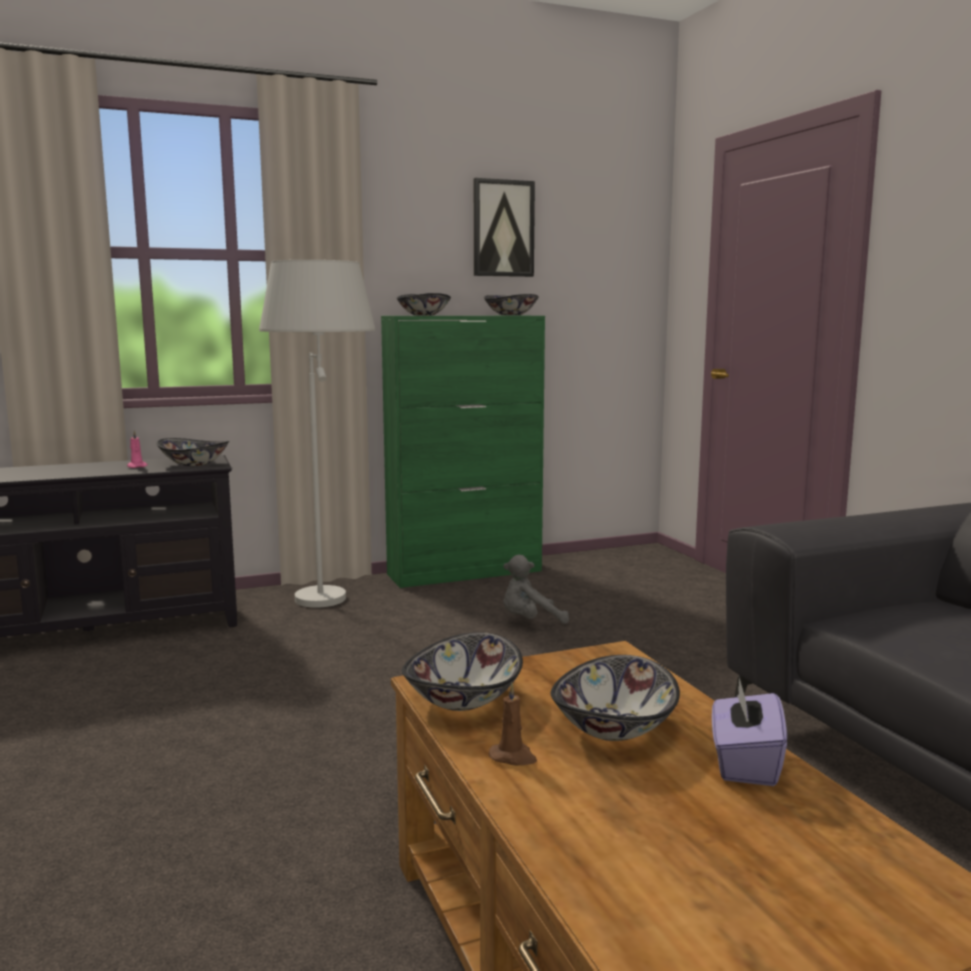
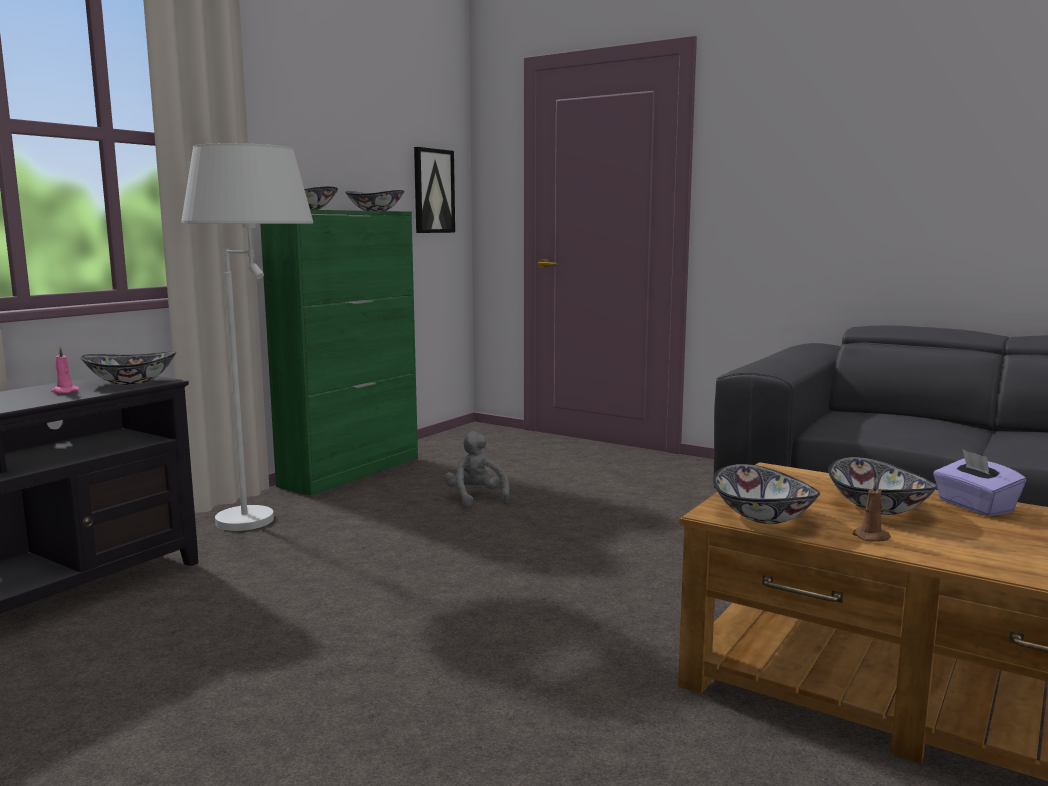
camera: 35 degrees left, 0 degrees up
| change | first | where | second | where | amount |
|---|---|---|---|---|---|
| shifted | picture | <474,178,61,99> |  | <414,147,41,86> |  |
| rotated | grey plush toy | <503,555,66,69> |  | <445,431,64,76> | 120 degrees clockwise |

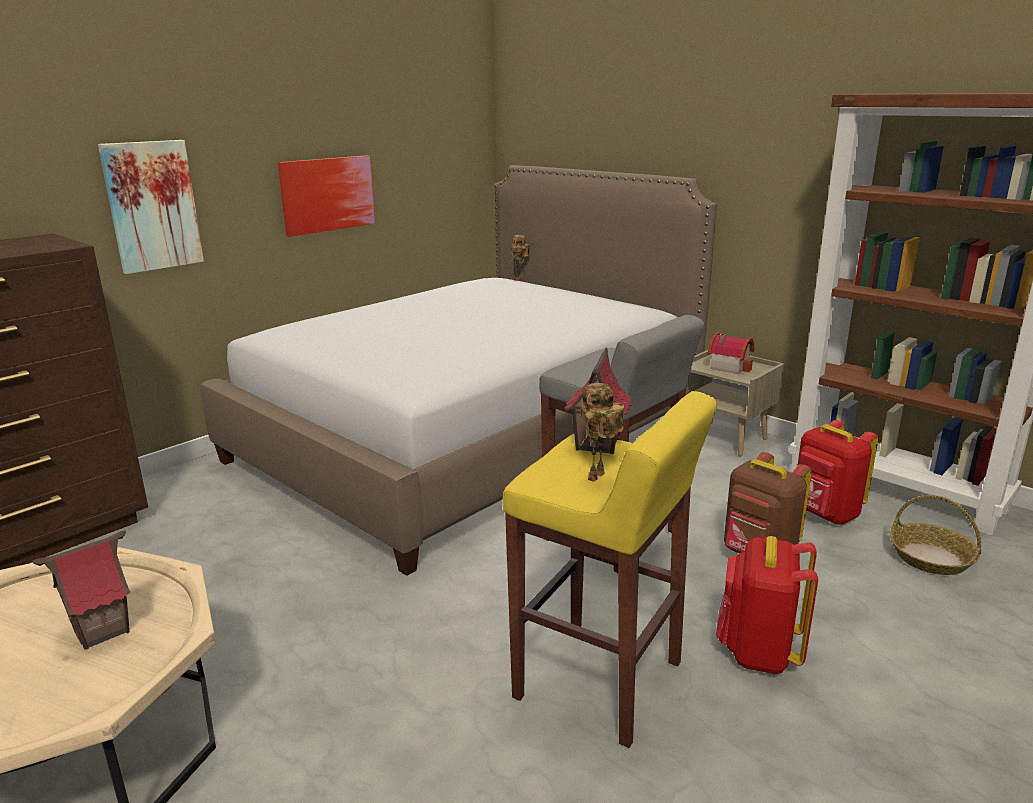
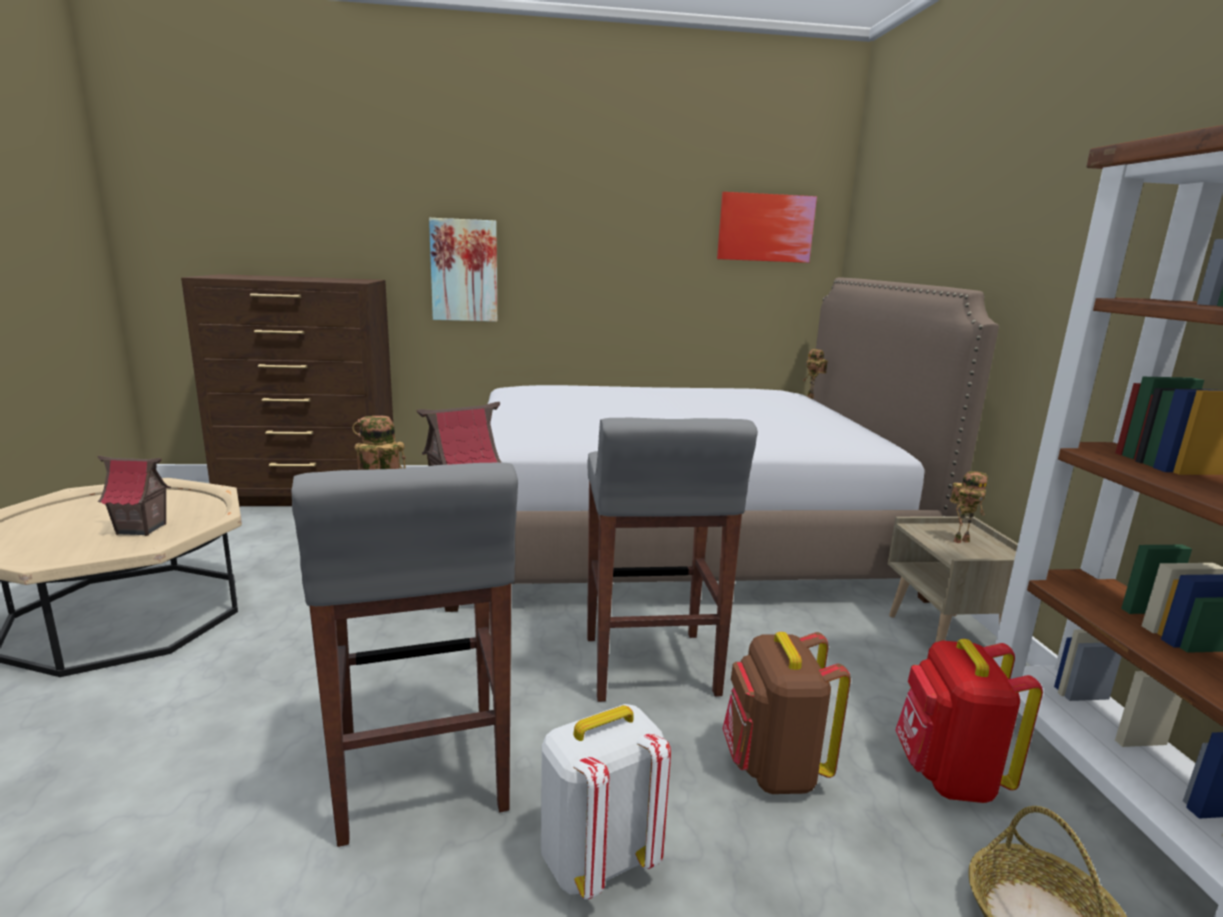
camera: 40 degrees right, 5 degrees down
| change | first | where | second | where | amount |
|---|---|---|---|---|---|
| shifted | picture | <278,155,97,82> |  | <717,192,100,71> |  |
| repainted | yellow stool | <503,391,214,357> | grey stool | <291,462,227,385> |  |
| swapped | toy house | <708,333,46,41> | toy robot | <950,471,38,72> |  |
| repainted | red backpack | <716,536,102,138> | white backpack | <541,704,130,195> |  |

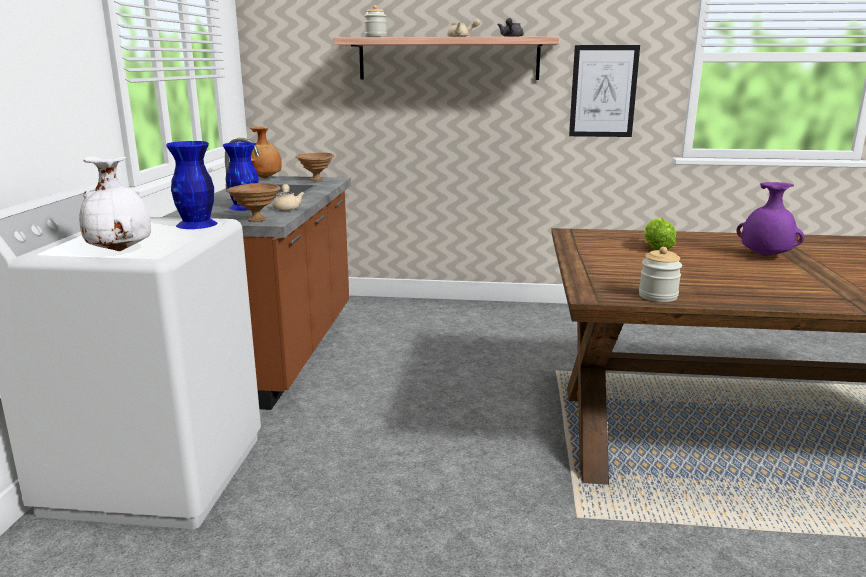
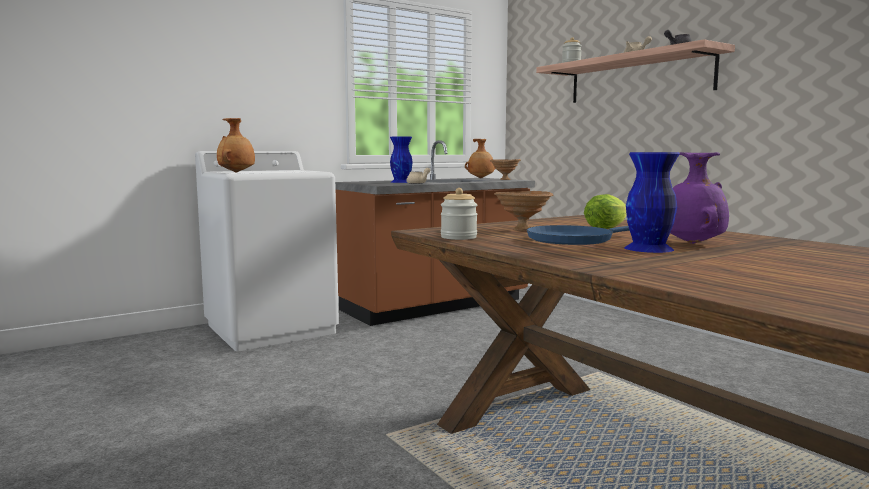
camera: 50 degrees right, 10 degrees down
| change | first | where | second | where | amount |
|---|---|---|---|---|---|
| repainted | white vase | <79,157,72,94> | brown vase | <217,118,38,54> |  |
| shifted | blue vase | <166,141,52,88> |  | <624,152,56,101> |  |
| shifted | brown bowl | <226,183,55,39> |  | <494,191,59,40> |  |
| gone | picture | <569,45,71,92> |  |  |  |
| new |  |  | blue frying pan | <527,225,103,20> |  |

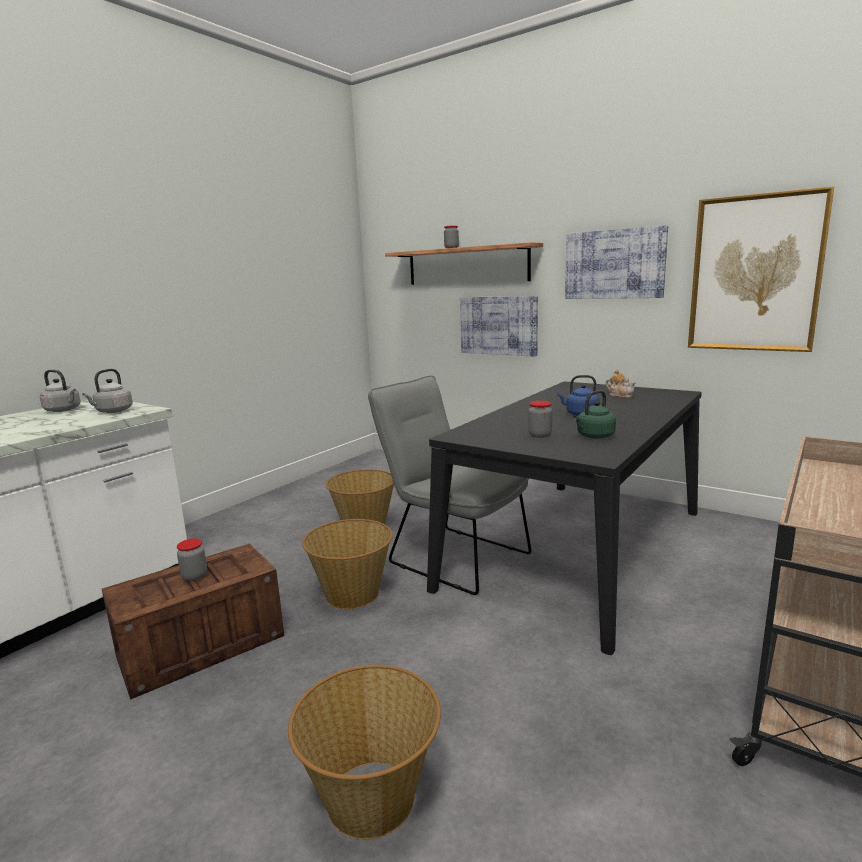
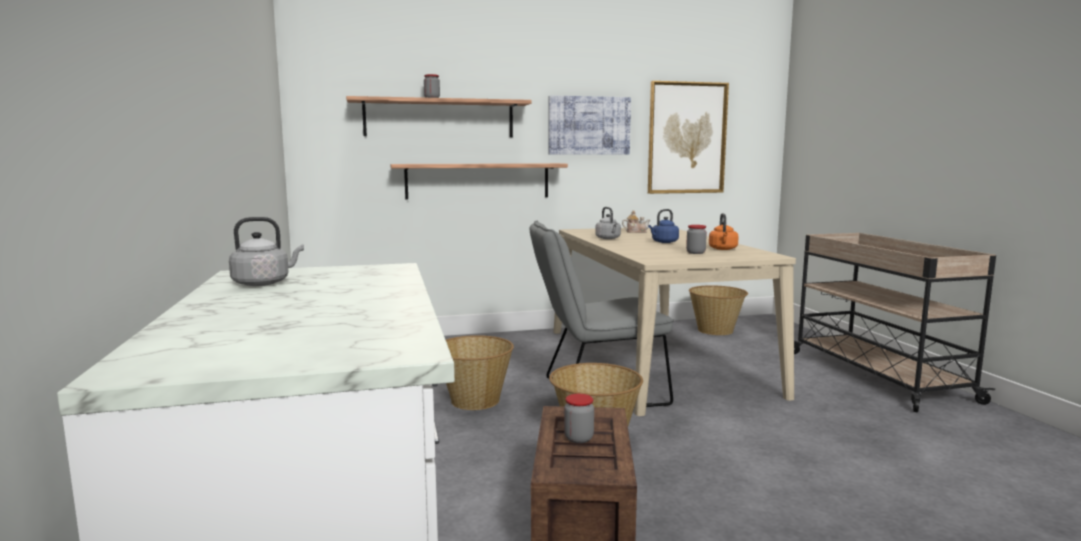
camera: 50 degrees left, 5 degrees down
| change | first | where | second | where | amount |
|---|---|---|---|---|---|
| shifted | grey kettle | <82,369,51,44> |  | <595,207,26,32> |  |
| shifted | basket | <288,665,153,175> |  | <689,285,59,50> |  |
| repainted | black dining table | <427,382,275,273> | beige dining table | <553,227,243,189> |  |
| swapped | picture | <460,296,78,61> | shelf | <390,163,178,37> |  |
| repainted | green kettle | <573,390,43,48> | orange kettle | <709,213,30,37> |  |

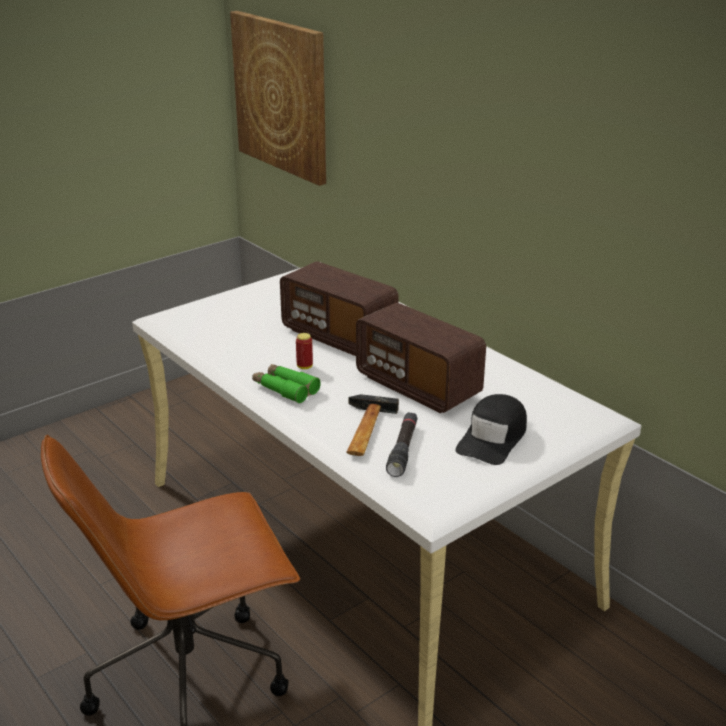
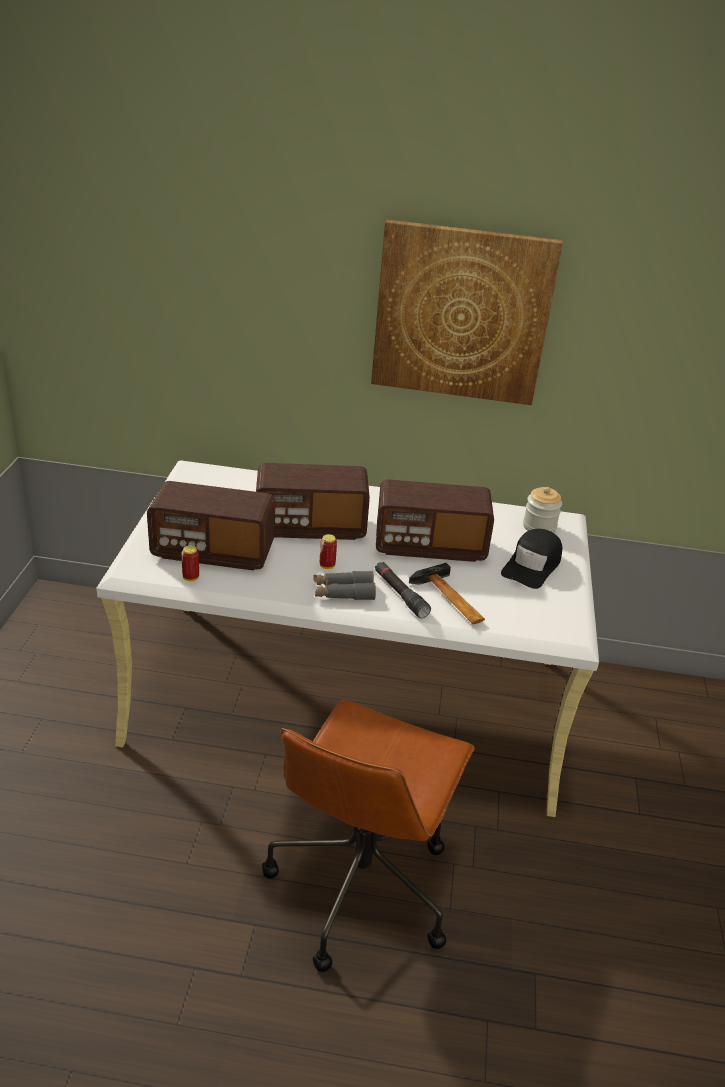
camera: 45 degrees left, 5 degrees up
| change | first | where | second | where | amount |
|---|---|---|---|---|---|
| shifted | picture | <230,11,96,175> |  | <371,220,192,185> |  |
| repainted | green binoculars | <252,364,69,39> | grey binoculars | <313,571,63,29> |  |
| shifted | black flashlight | <386,412,31,65> |  | <375,562,56,56> |  |
| rotated | black cap | <456,394,71,71> |  | <501,529,61,60> | 45 degrees clockwise |
| new |  |  | radio | <147,481,128,89> |  |
| new |  |  | can | <181,545,18,36> |  |
| new |  |  | jar | <523,487,39,46> |  |

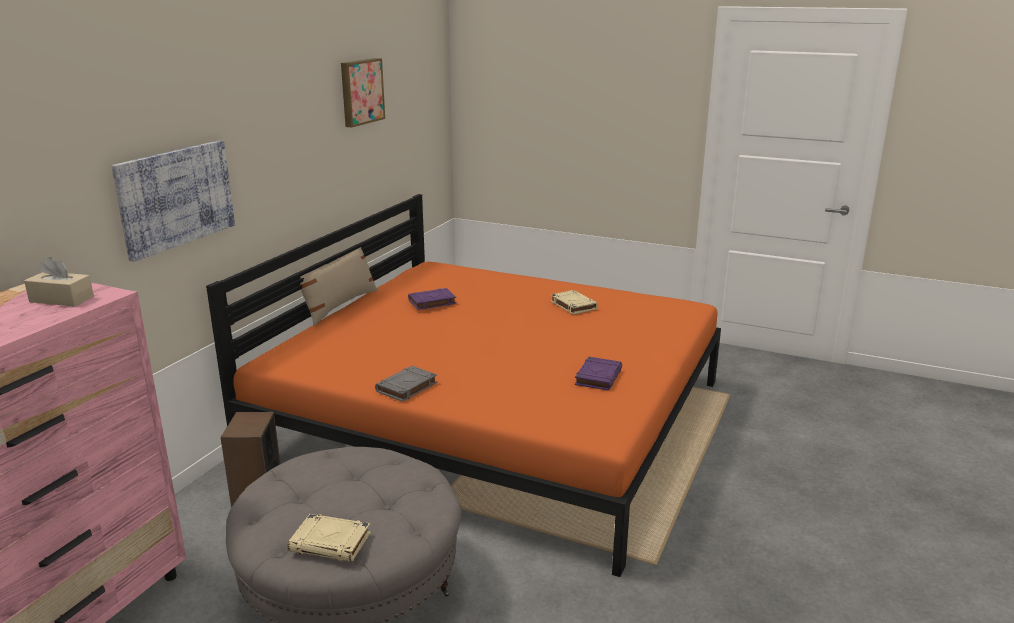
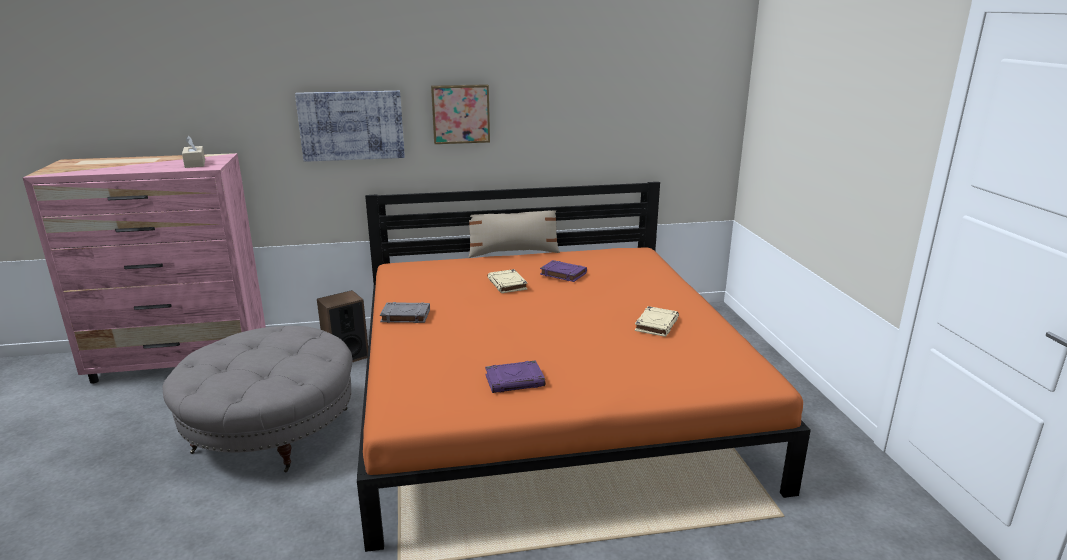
camera: 55 degrees right, 0 degrees up
| change | first | where | second | where | amount |
|---|---|---|---|---|---|
| shifted | beige book | <288,514,83,48> |  | <488,269,40,24> |  |
| shifted | picture | <341,58,44,70> |  | <431,84,59,60> |  |

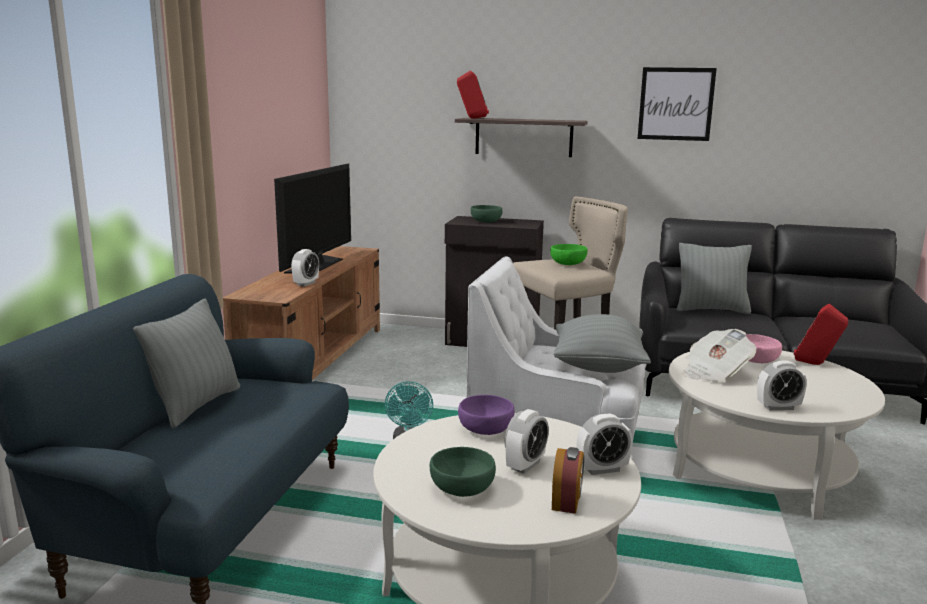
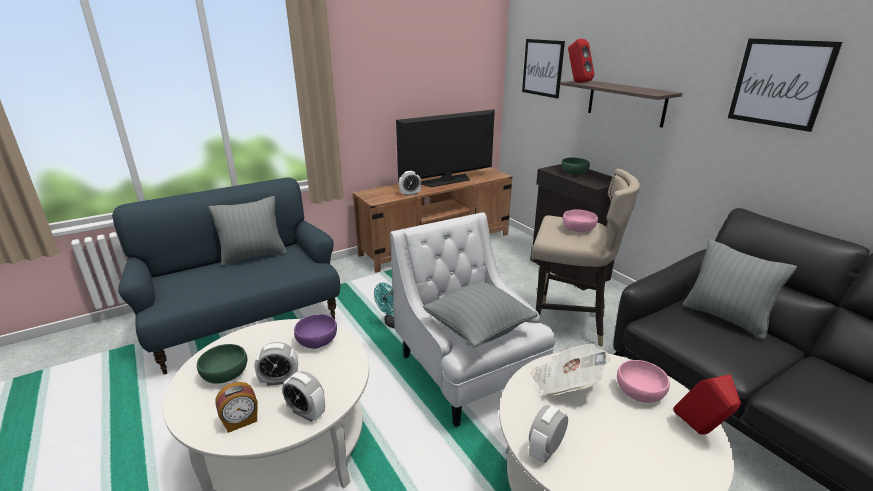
camera: 45 degrees right, 10 degrees up
| change | first | where | second | where | amount |
|---|---|---|---|---|---|
| repainted | green bowl | <550,244,38,21> | pink bowl | <563,209,35,23> |  |
| rotated | alarm clock | <757,361,50,49> |  | <529,405,39,59> | 90 degrees clockwise |
| new |  |  | picture | <522,39,43,60> |  |

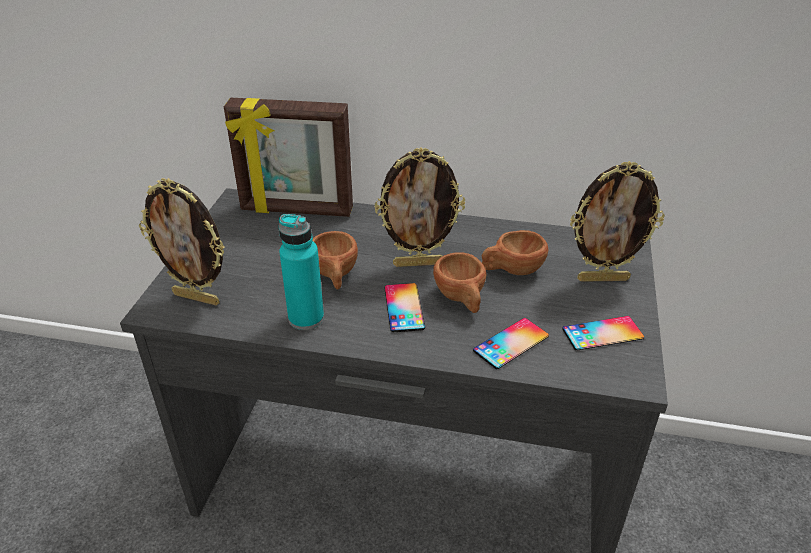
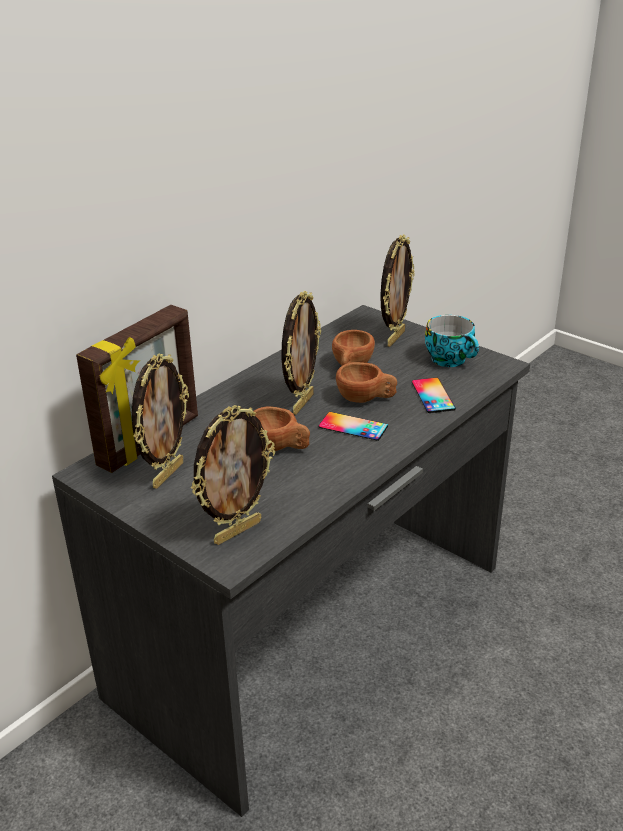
camera: 60 degrees left, 5 degrees down
| change | first | where | second | where | amount |
|---|---|---|---|---|---|
| gone | turquoise bottle | <279,214,45,116> |  |  |  |
| swapped | phone | <562,316,82,34> | cup | <425,315,54,52> |  |
| new |  |  | picture frame | <132,354,57,135> |  |

